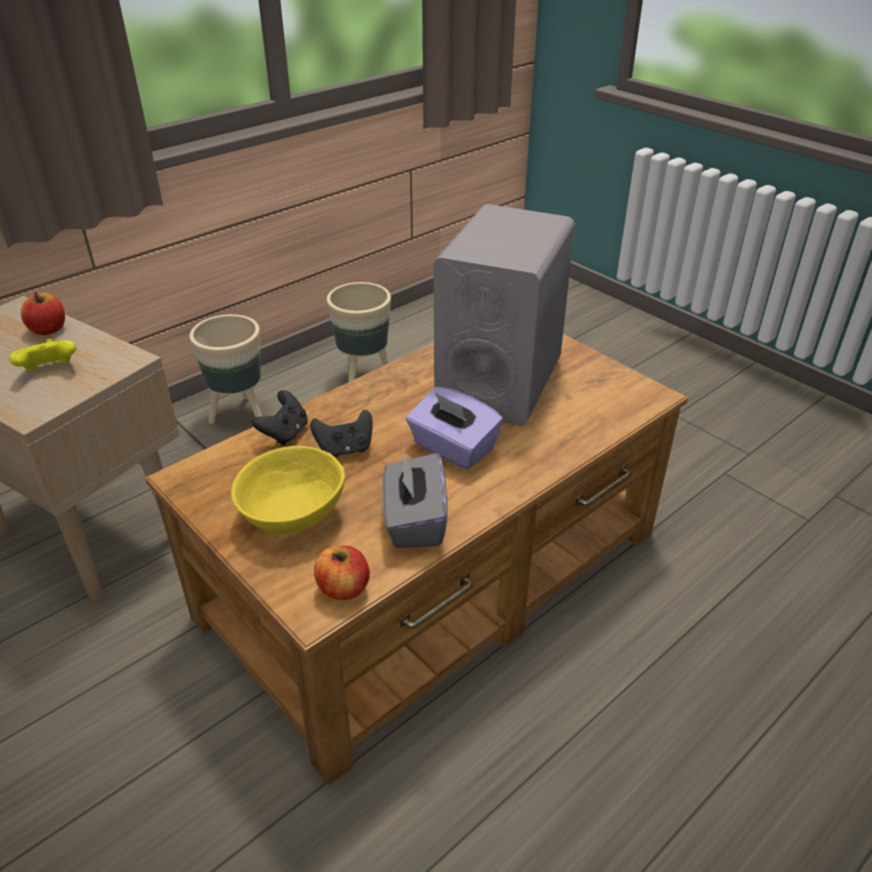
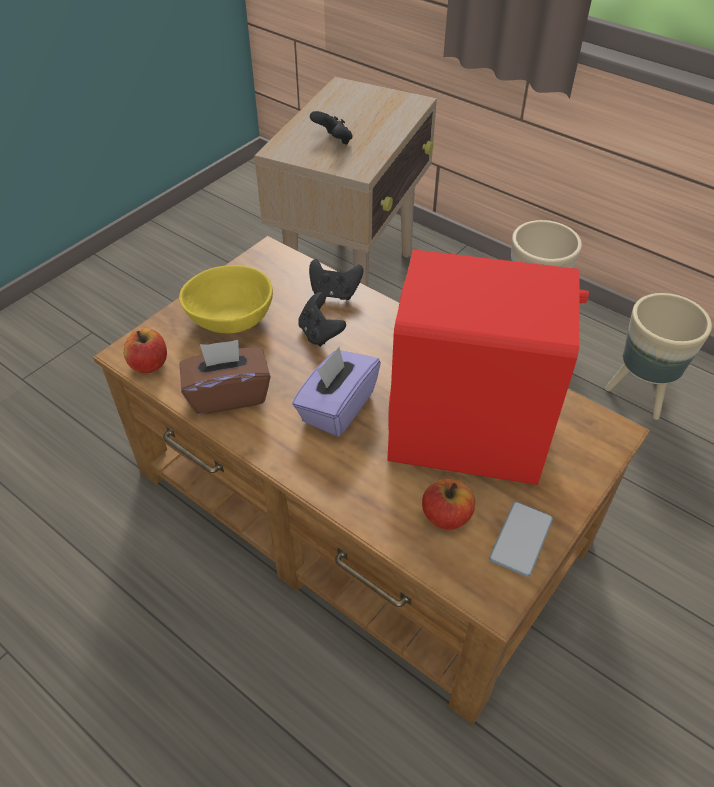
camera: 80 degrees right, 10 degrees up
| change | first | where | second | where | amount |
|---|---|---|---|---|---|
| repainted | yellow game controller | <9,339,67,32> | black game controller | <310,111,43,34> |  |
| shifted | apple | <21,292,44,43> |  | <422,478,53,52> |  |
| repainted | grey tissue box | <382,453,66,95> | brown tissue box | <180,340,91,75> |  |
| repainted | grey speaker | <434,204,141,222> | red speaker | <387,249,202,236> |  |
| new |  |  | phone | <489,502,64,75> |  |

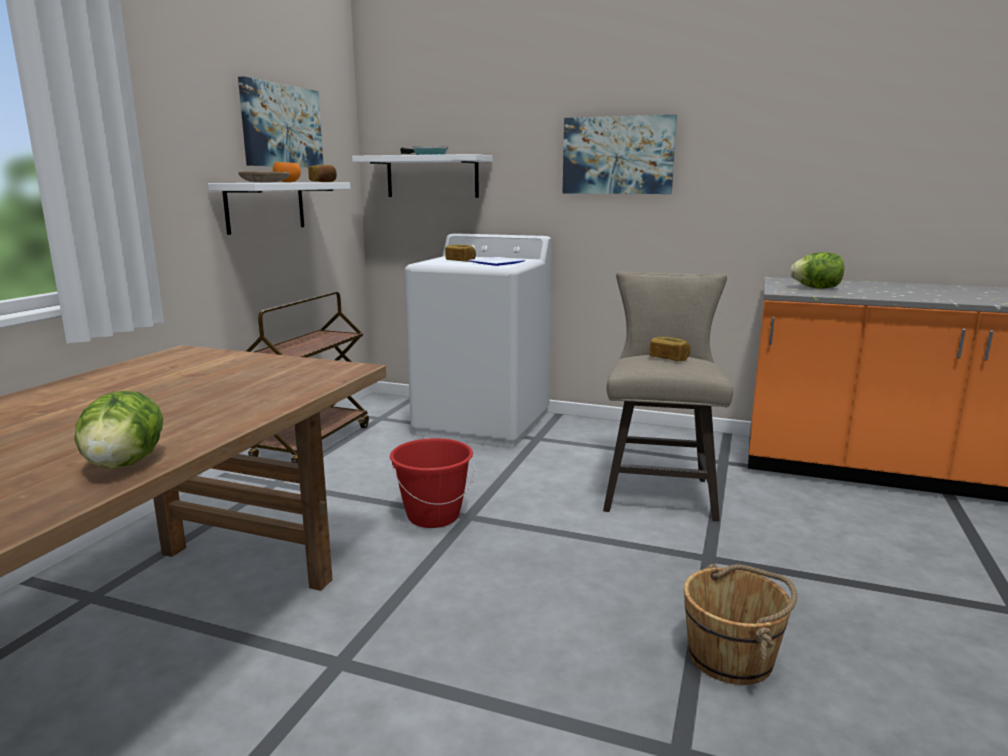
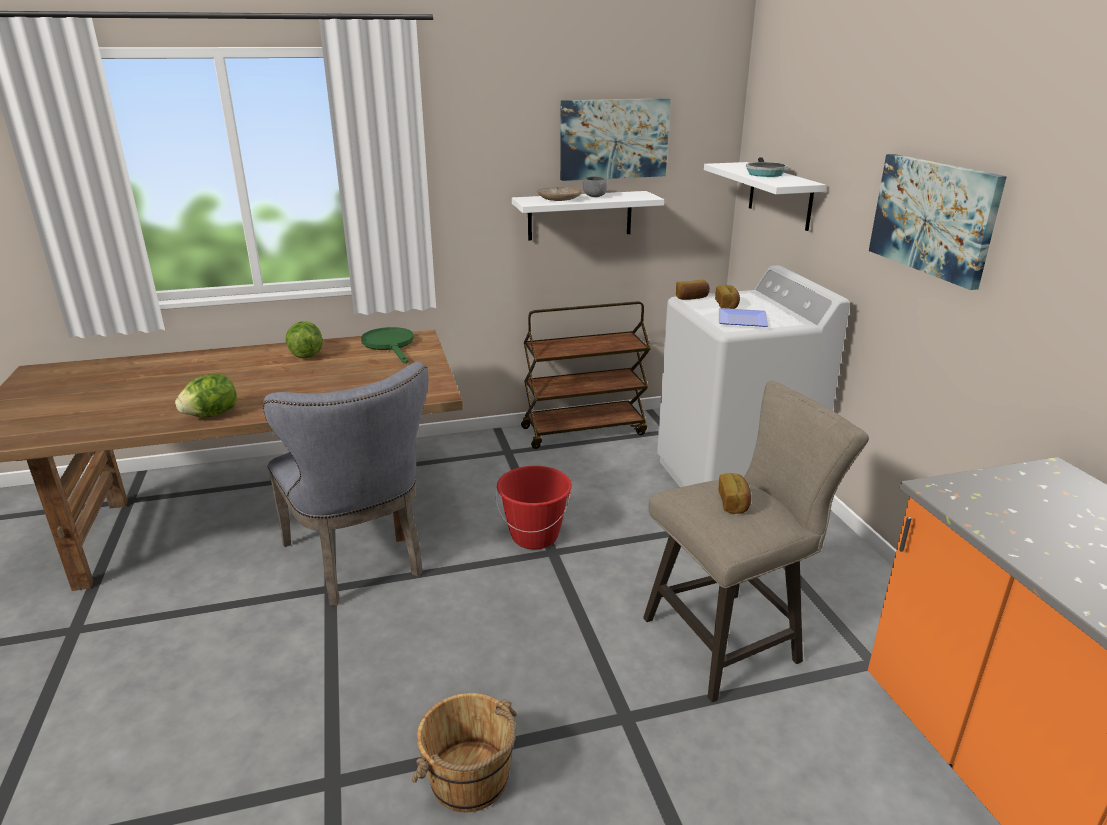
camera: 55 degrees right, 10 degrees up
| change | first | where | second | where | amount |
|---|---|---|---|---|---|
| repainted | orange bowl | <273,162,28,20> | grey bowl | <583,176,24,21> |  |
| shifted | bread | <308,165,29,17> |  | <676,280,34,20> |  |
| shifted | lettuce | <790,252,54,37> |  | <286,321,37,37> |  |
| new |  |  | grey chair | <263,362,165,244> |  |
| new |  |  | green frying pan | <361,327,53,37> |  |

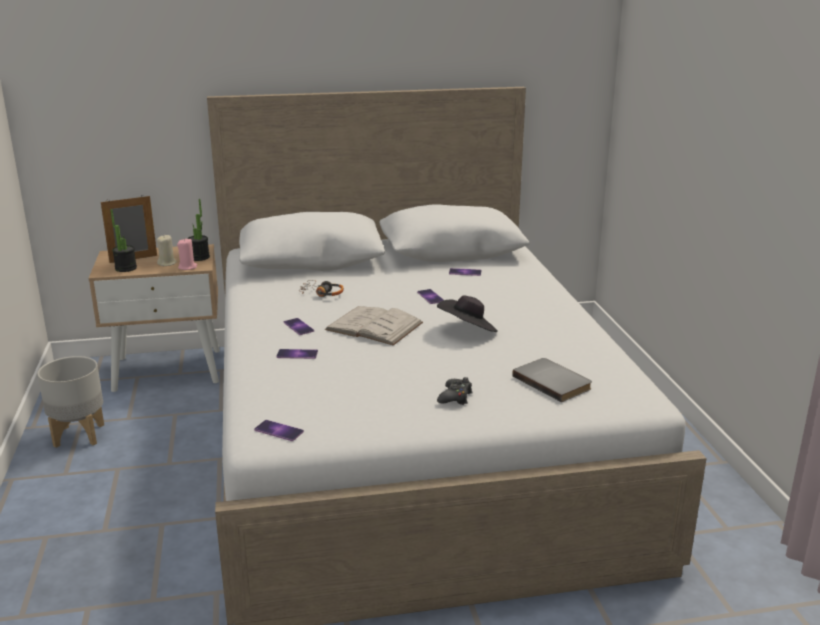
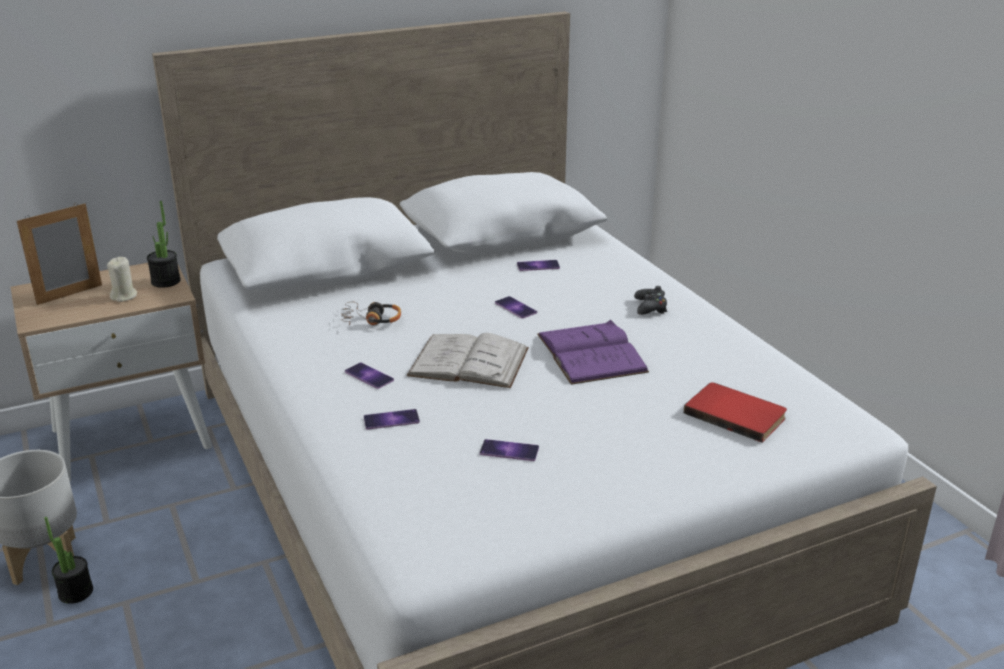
camera: 15 degrees left, 5 degrees up
| change | first | where | second | where | amount |
|---|---|---|---|---|---|
| shifted | potted plant | <111,209,26,63> |  | <44,517,49,87> |  |
| gone | pink candle | <177,238,20,32> |  |  |  |
| shifted | phone | <254,420,50,21> |  | <480,439,59,22> |  |
| swapped | black hat | <437,296,61,36> | purple book | <537,320,112,65> |  |
| shifted | black game controller | <437,377,36,28> |  | <634,286,33,29> |  |
| repainted | grey book | <512,358,80,44> | red book | <684,382,103,61> |  |

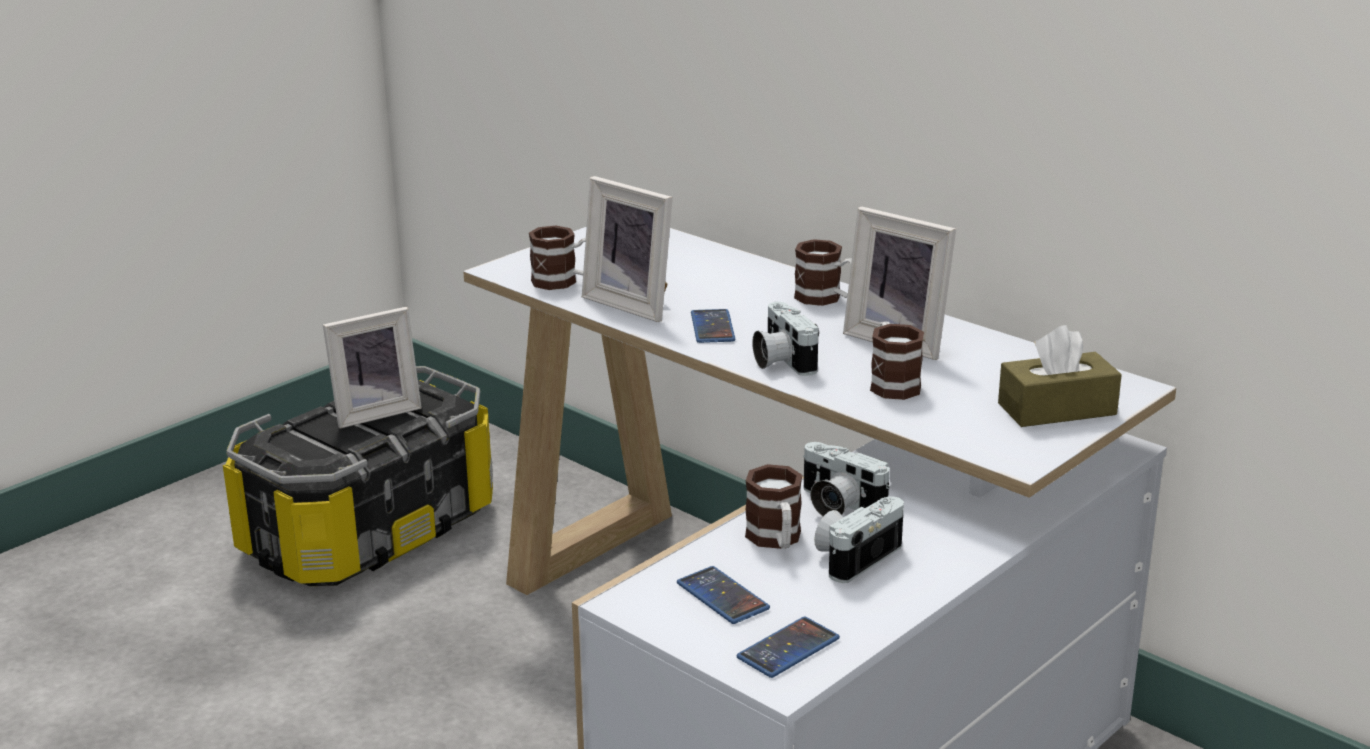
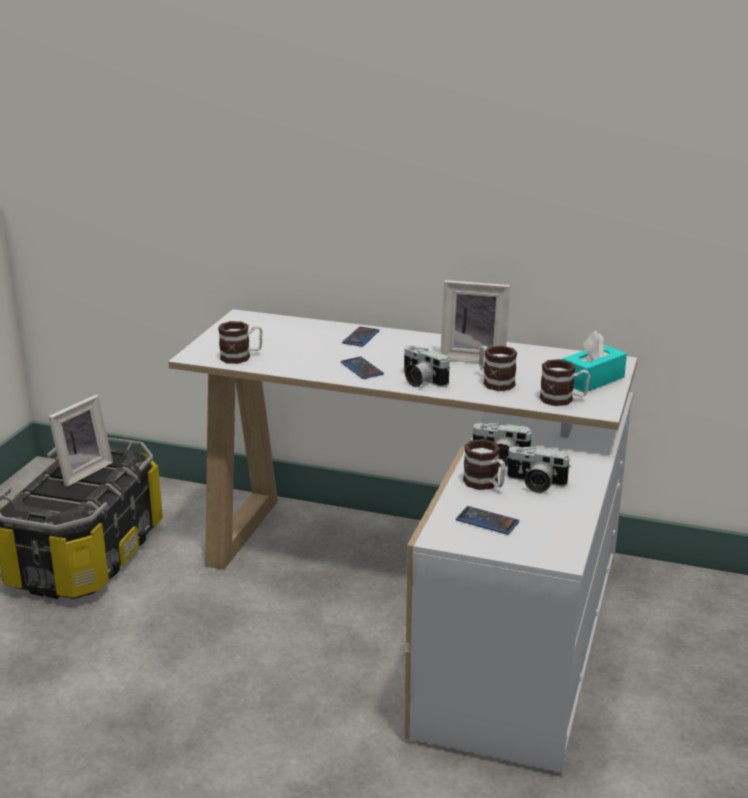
camera: 25 degrees left, 0 degrees up
| change | first | where | second | where | amount |
|---|---|---|---|---|---|
| gone | picture frame | <582,176,91,146> |  |  |  |
| shifted | phone | <737,617,103,61> |  | <342,327,38,20> |  |
| shifted | mug | <794,239,58,67> |  | <540,359,50,47> |  |
| rotated | photo camera | <814,496,90,87> |  | <506,446,65,47> | 90 degrees counterclockwise |
| repainted | brown tissue box | <998,325,124,102> | turquoise tissue box | <562,331,65,62> |  |

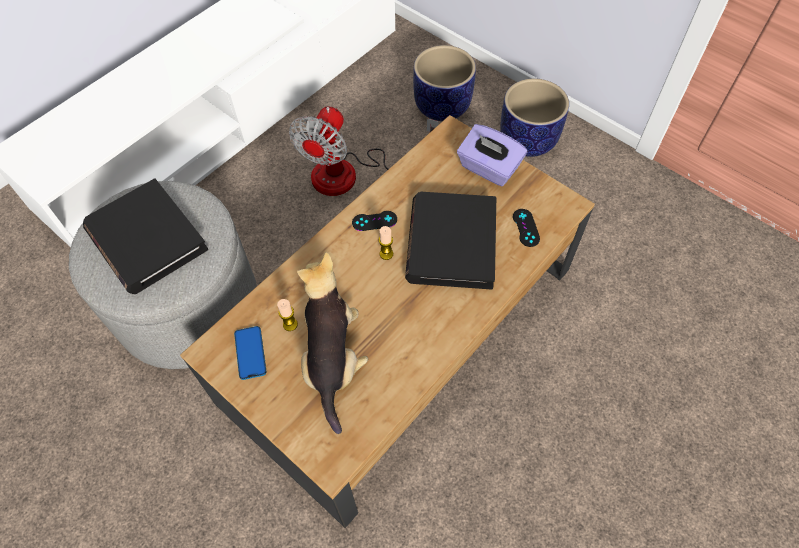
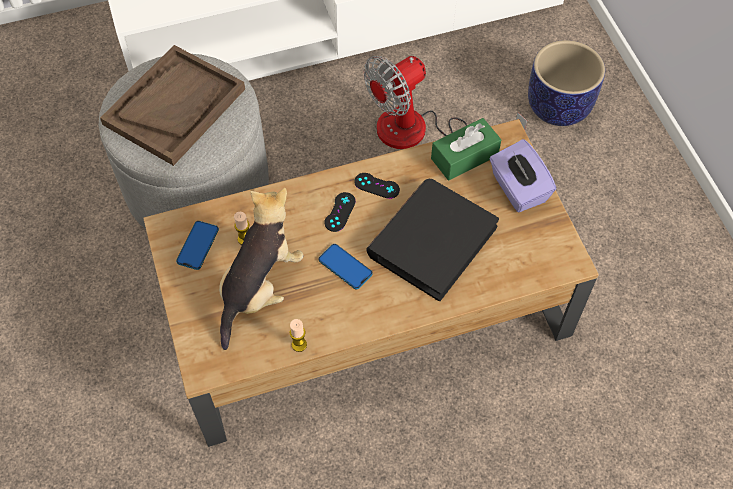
camera: 30 degrees right, 0 degrees up
| change | first | where | second | where | amount |
|---|---|---|---|---|---|
| swapped | black book | <83,179,125,115> | brown tray | <100,45,145,121> |  |
| shifted | candle | <378,226,15,34> |  | <289,319,18,33> |  |
| gone | planter | <500,78,69,79> |  |  |  |
| shifted | black game controller | <513,209,27,38> |  | <324,192,32,40> |  |
| new |  |  | phone | <319,244,53,45> |  |
| new |  |  | green tissue box | <431,118,71,63> |  |

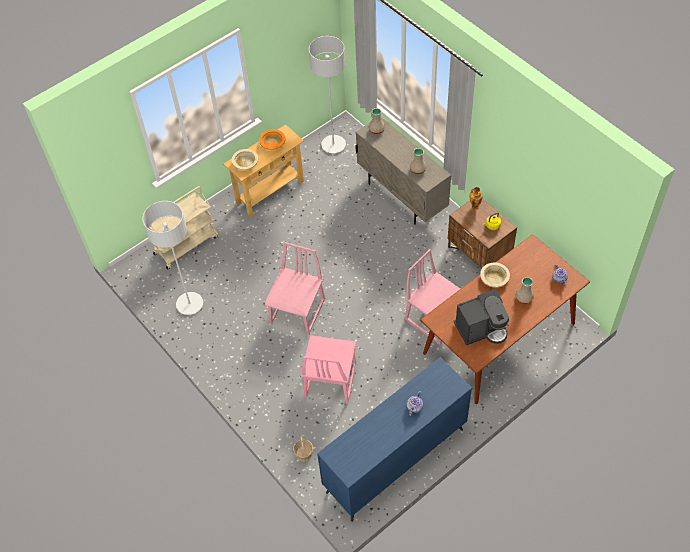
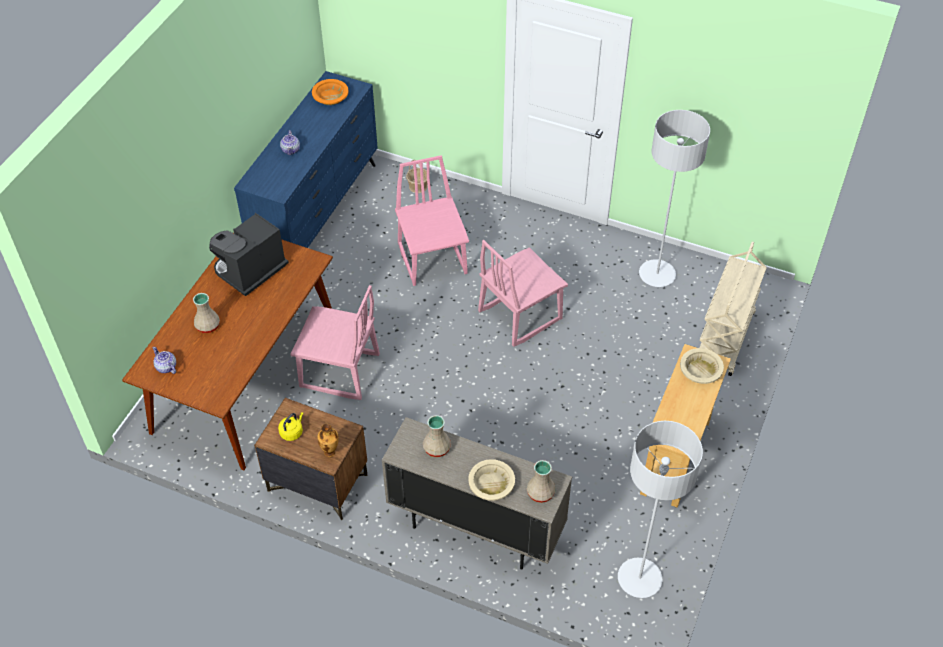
camera: 150 degrees right, 5 degrees down
| change | first | where | second | where | amount |
|---|---|---|---|---|---|
| shifted | orange bowl | <259,129,26,21> |  | <312,79,37,26> |  |
| rotated | pink chair | <264,242,61,93> |  | <478,240,90,107> | 60 degrees clockwise |
| shifted | beige bowl | <480,262,30,26> |  | <468,459,47,42> |  |

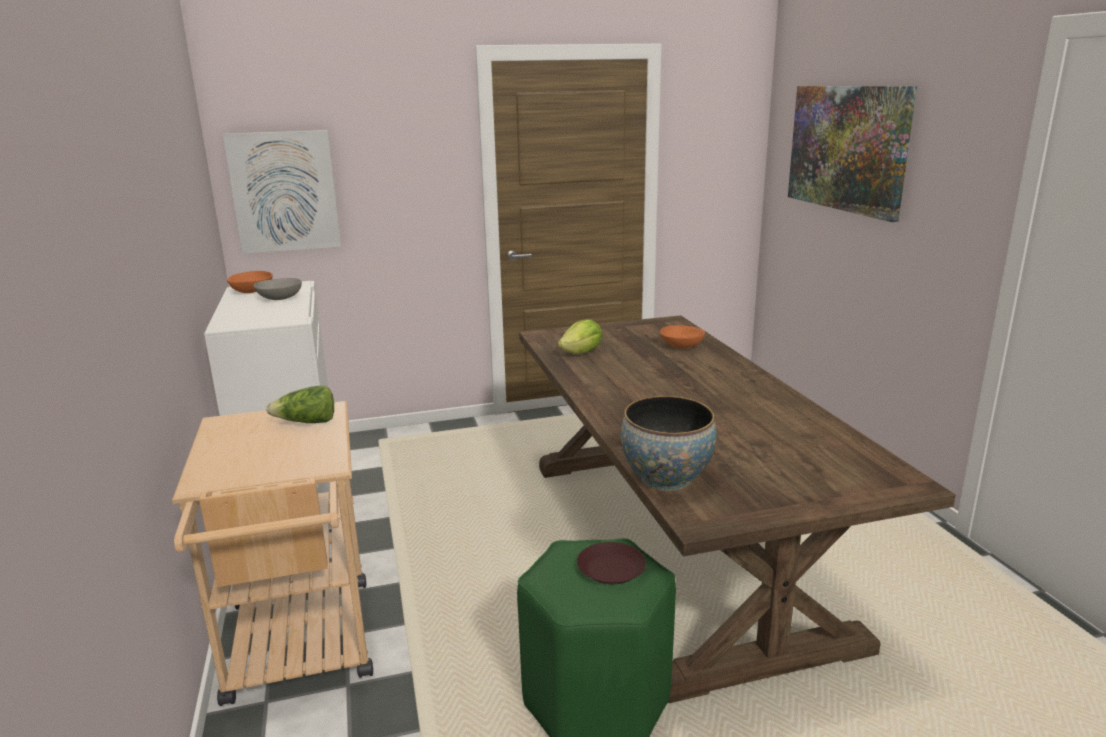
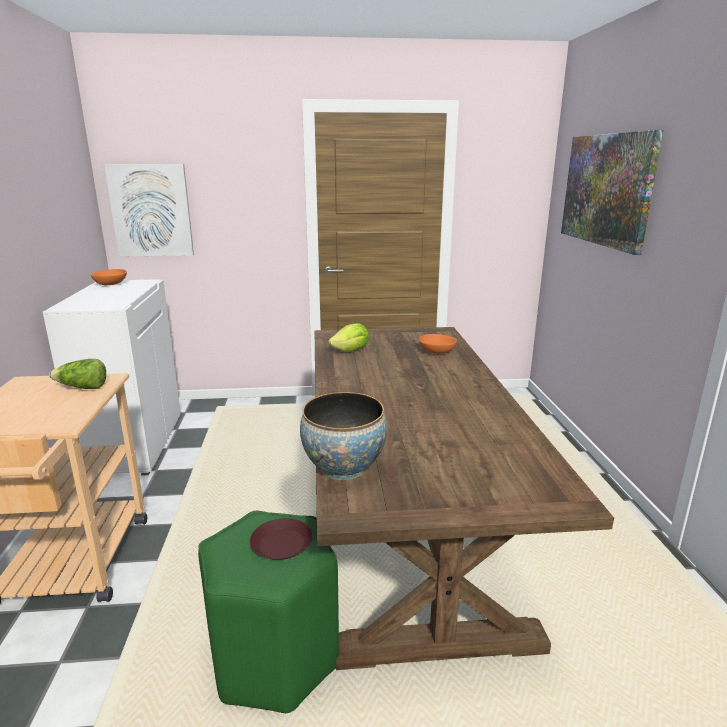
camera: 10 degrees right, 0 degrees up
| change | first | where | second | where | amount |
|---|---|---|---|---|---|
| gone | grey bowl | <254,278,48,22> |  |  |  |

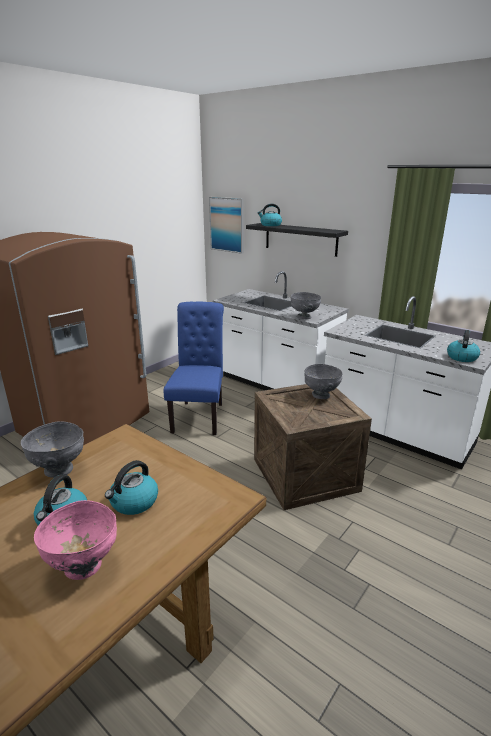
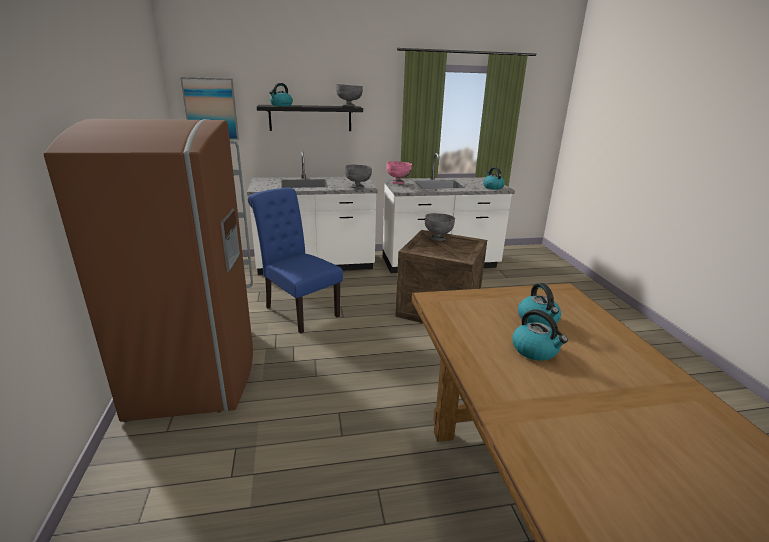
camera: 50 degrees left, 0 degrees up
| change | first | where | second | where | amount |
|---|---|---|---|---|---|
| shifted | grey bowl | <21,421,63,57> |  | <336,84,27,23> |  |
| shifted | pink bowl | <34,500,83,80> |  | <386,161,26,23> |  |

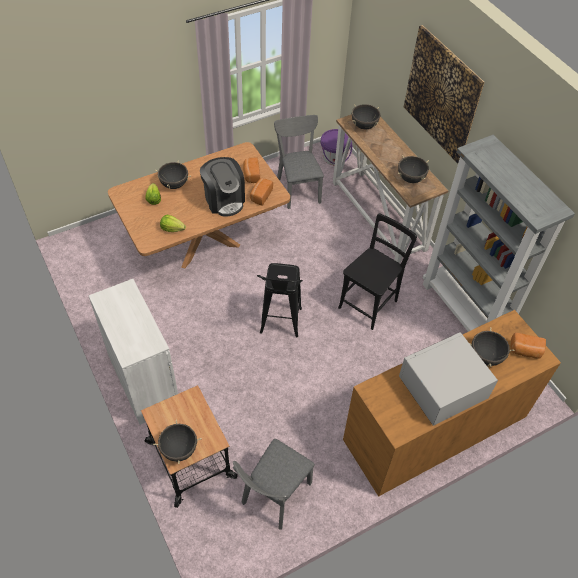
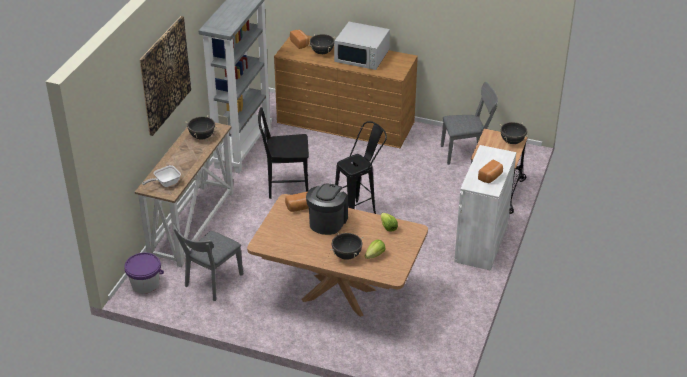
camera: 130 degrees left, 15 degrees down
| change | first | where | second | where | amount |
|---|---|---|---|---|---|
| shifted | bread | <243,157,17,26> |  | <478,160,25,23> |  |
| swapped | black cooking pot | <351,104,29,25> | frying pan | <142,165,39,22> |  |

